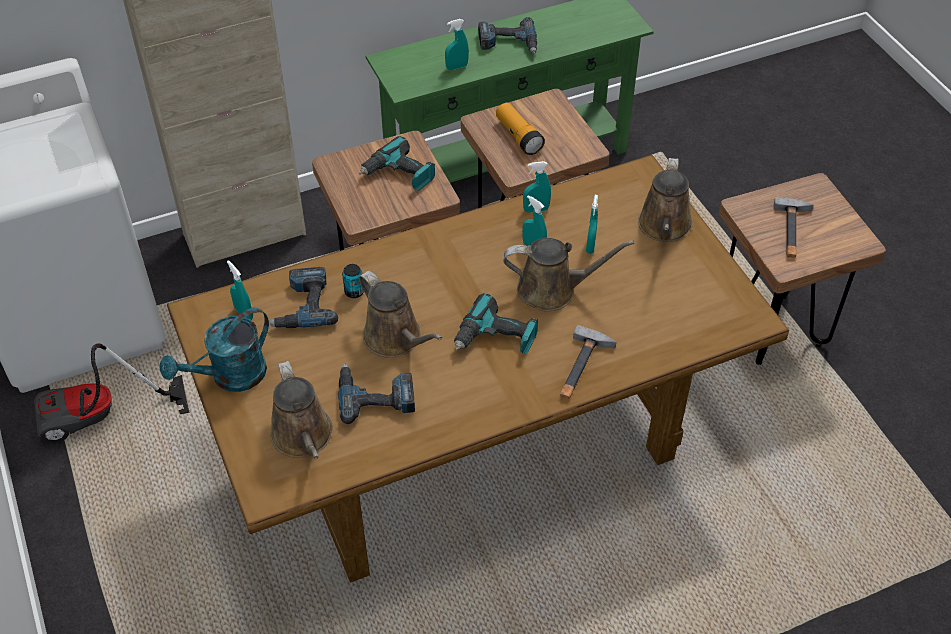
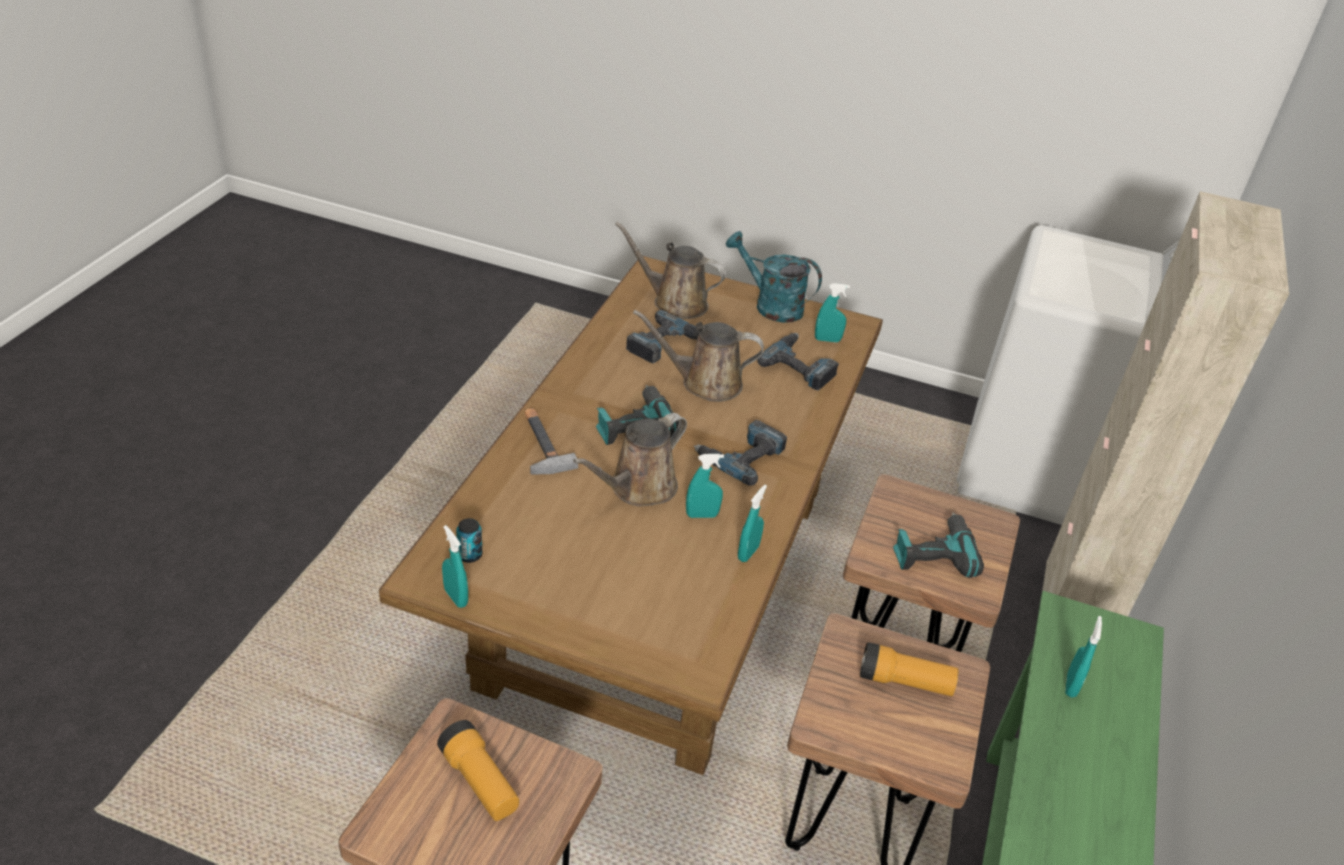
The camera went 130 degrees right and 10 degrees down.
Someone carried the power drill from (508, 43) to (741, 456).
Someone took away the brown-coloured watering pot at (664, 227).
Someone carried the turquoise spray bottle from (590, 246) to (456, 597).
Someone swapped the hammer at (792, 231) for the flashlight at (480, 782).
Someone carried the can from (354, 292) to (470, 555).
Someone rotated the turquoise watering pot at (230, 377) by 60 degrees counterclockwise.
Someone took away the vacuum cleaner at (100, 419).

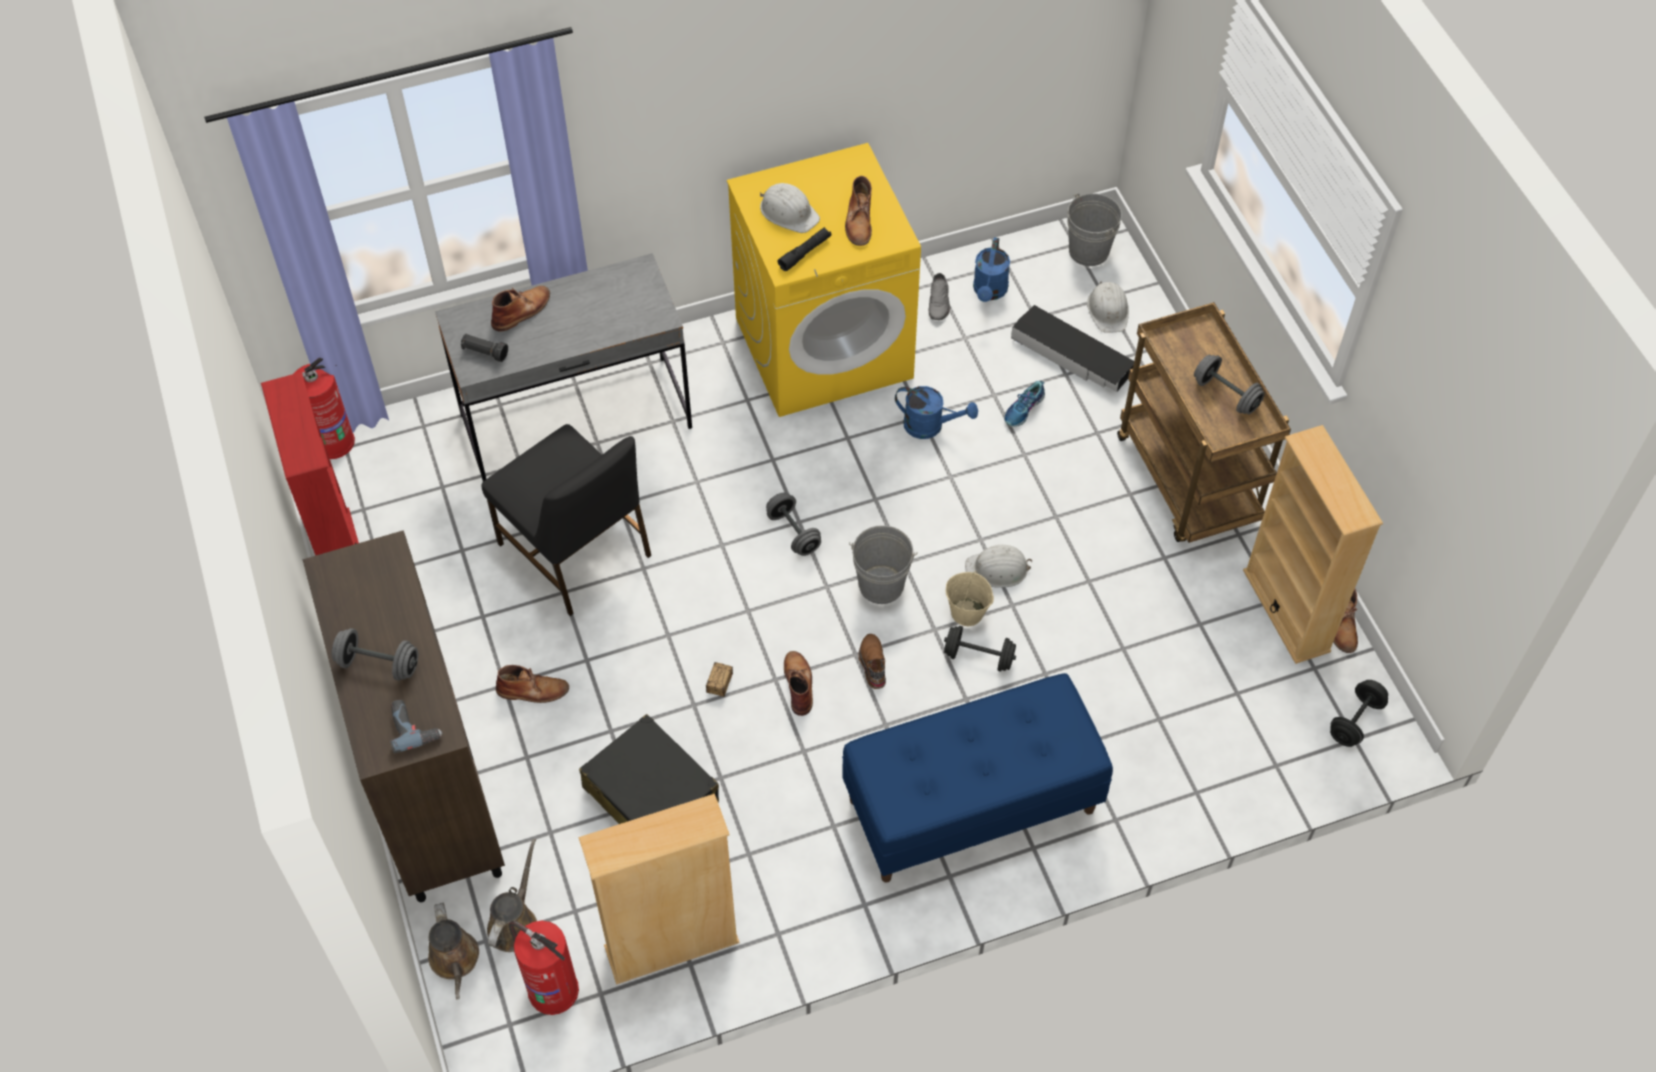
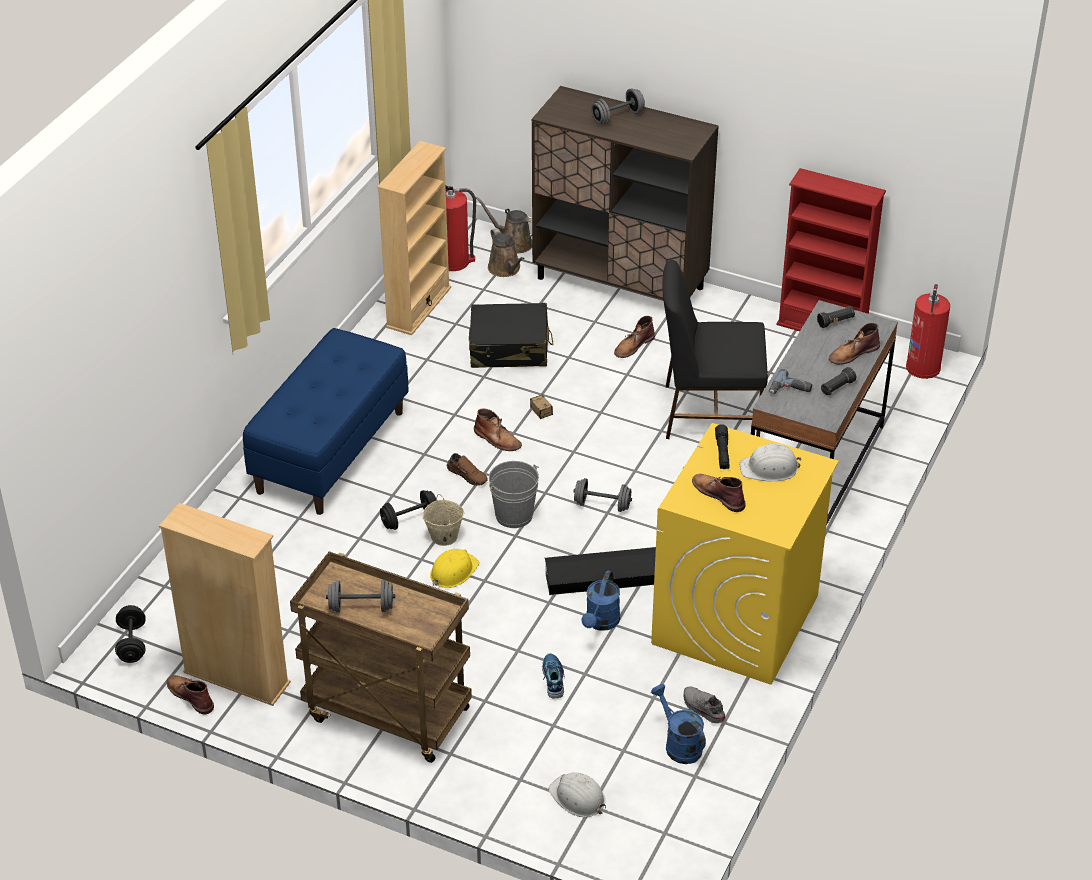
The camera went 135 degrees right and 15 degrees down.
Someone took away the greyish pail at (1088, 251).
Someone rotated the brown-coloured tall boot at (522, 310) by 60 degrees clockwise.
Someone carried the black-coloured storage container from (1072, 355) to (602, 576).
Someone rotated the blue watering pot at (930, 426) by 45 degrees counterclockwise.
Someone repainted the white hard hat at (997, 569), which became the yellow hard hat at (453, 571).
Someone carried the power drill from (414, 726) to (790, 390).
Someone put down the black-coloured flashlight at (837, 388).

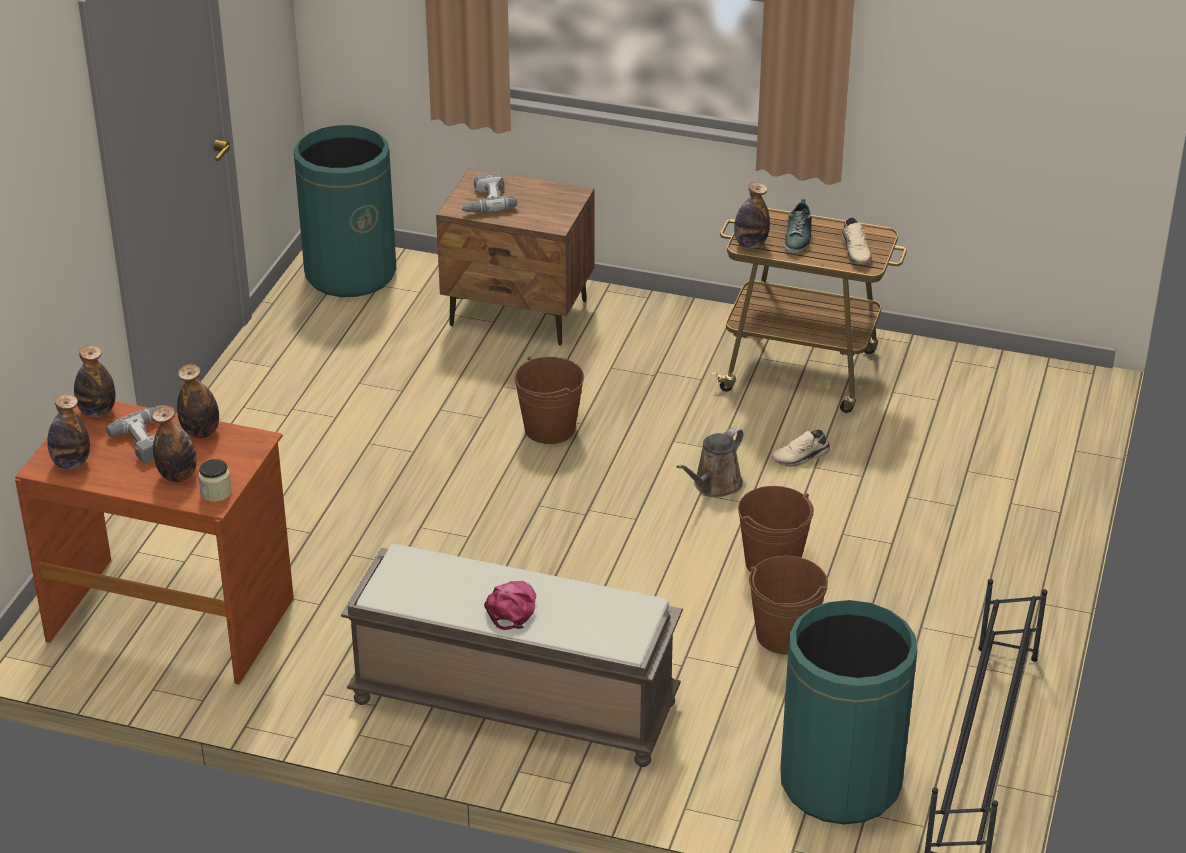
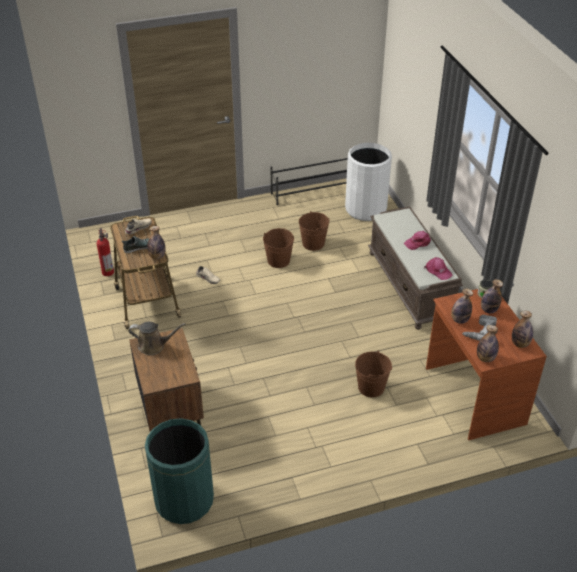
The camera went 125 degrees left and 5 degrees up.
Someone took away the power drill at (484, 201).
Someone carried the brown-coloured pail from (549, 429) to (371, 387).
Someone carried the brown-coloured watering pot from (714, 485) to (154, 346).
Someone repainted the green waste bin at (840, 783), which became the white waste bin at (366, 209).
Someone put down the fire extinguisher at (108, 271).
Someone put down the pink-coloured peaked cap at (438, 271).

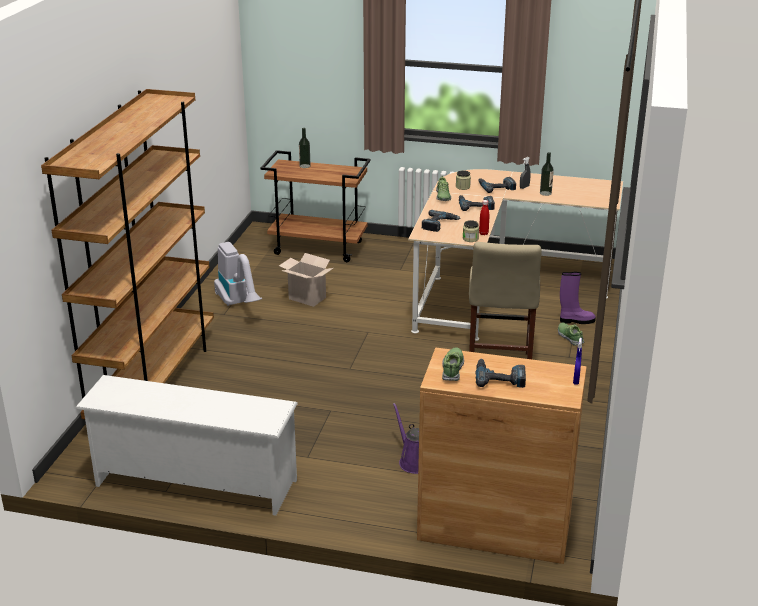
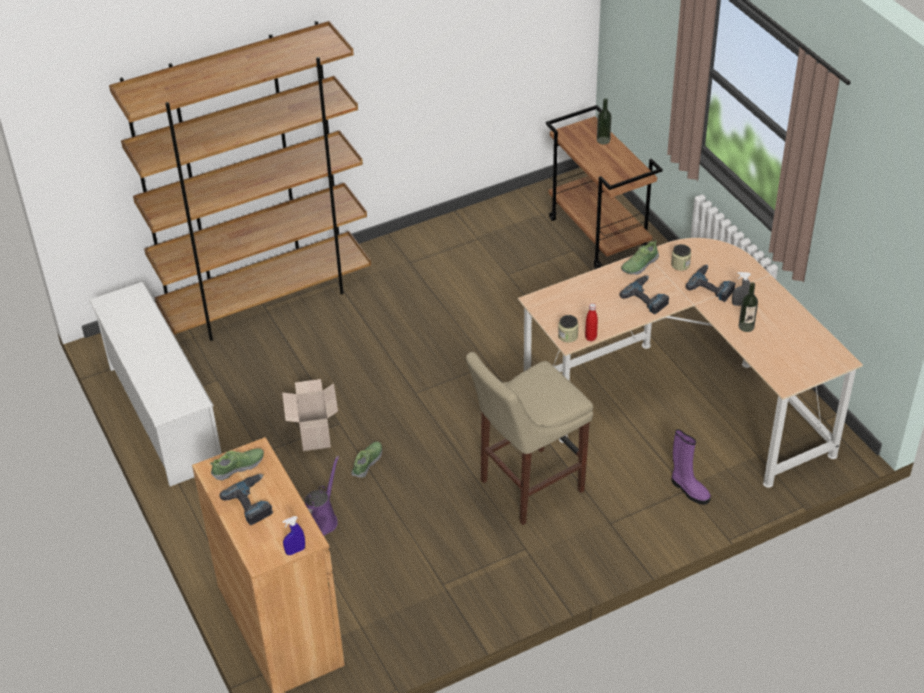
The camera went 50 degrees right and 15 degrees up.
Someone took away the power drill at (439, 224).
Someone took away the vacuum cleaner at (238, 303).
Someone carried the carton from (306, 298) to (313, 434).
Someone carried the low shoe from (570, 337) to (367, 463).

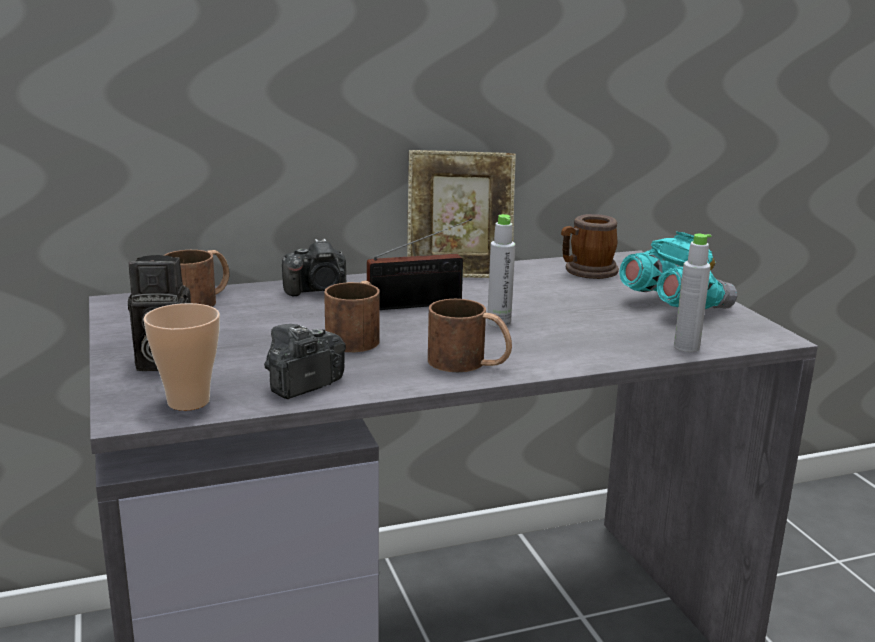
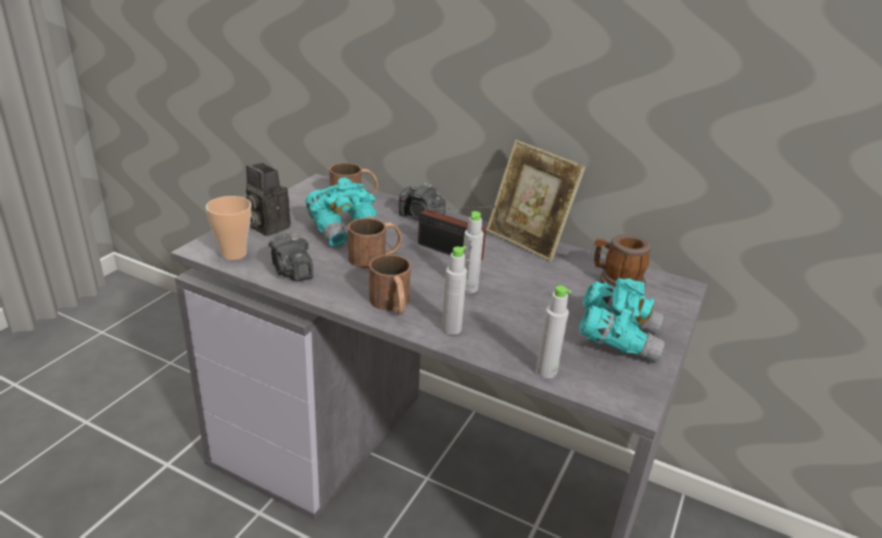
The camera went 45 degrees right and 10 degrees up.
Someone rotated the still camera at (302, 385) by 120 degrees counterclockwise.
Someone put down the turquoise field glasses at (345, 230).
Someone put down the greyish bottle at (451, 329).

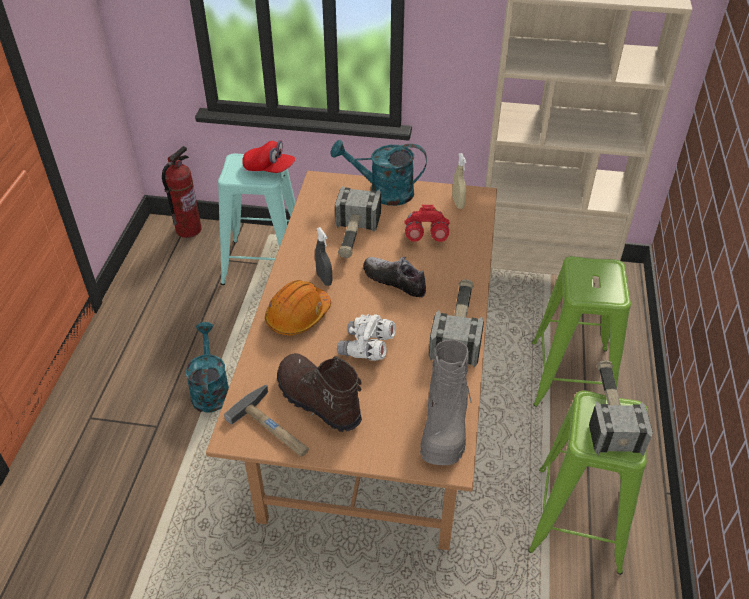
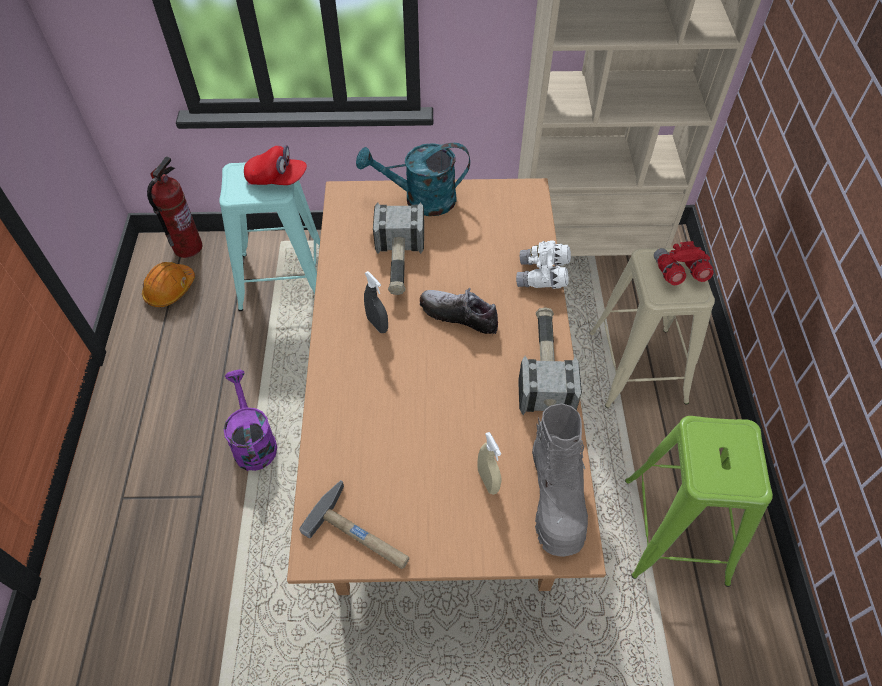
The camera went 10 degrees left and 10 degrees up.
Someone carried the beige-coloured spray bottle from (458, 203) to (488, 481).
Someone carried the red-coloured field glasses from (425, 235) to (678, 273).
Someone repainted the green stool seat at (571, 376), which became the beige-coloured stool seat at (637, 366).
Someone carried the orange hard hat from (298, 316) to (170, 290).
Someone carried the white field glasses from (367, 348) to (542, 276).
Someone repainted the turquoise watering pot at (210, 390), which became the purple-coloured watering pot at (253, 442).
Someone took away the brown-coloured tall boot at (317, 401).
Someone took away the hammer at (610, 413).

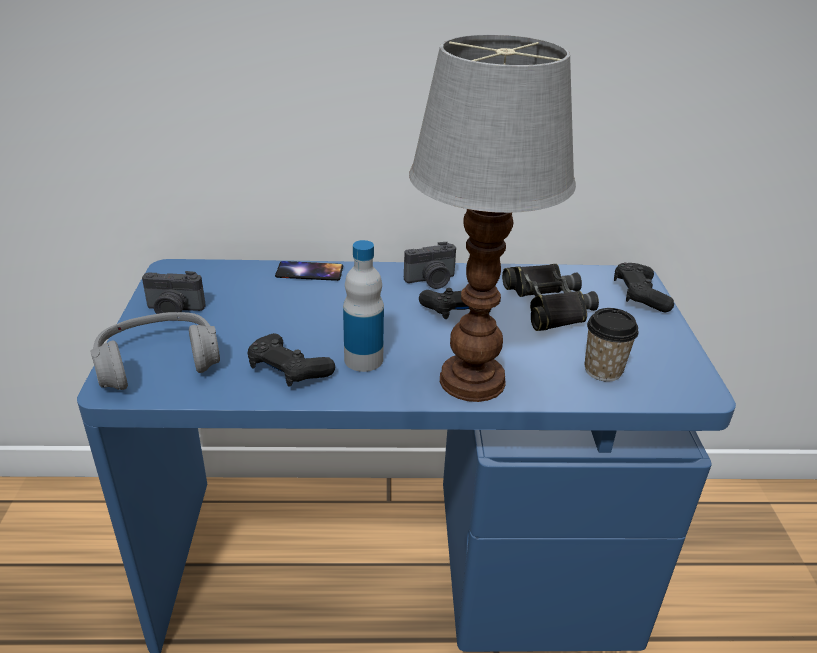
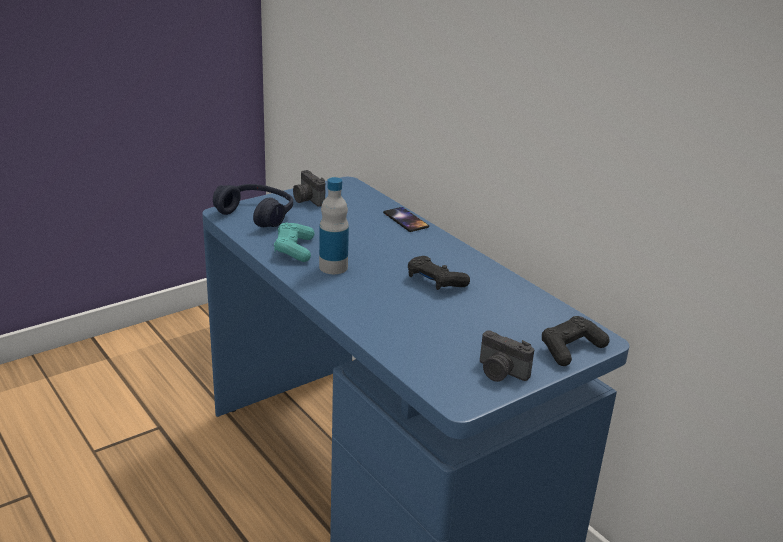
The camera went 55 degrees right and 5 degrees down.
Someone took away the lamp for a table at (469, 381).
Someone carried the still camera from (431, 281) to (500, 372).
Someone took away the black-coloured field glasses at (547, 304).
Someone took away the drinking cup at (603, 370).
Someone repainted the greyish headphones at (158, 363), which became the blue headphones at (256, 214).
Someone repainted the black-coloured joypad at (288, 370), which became the turquoise joypad at (294, 249).

